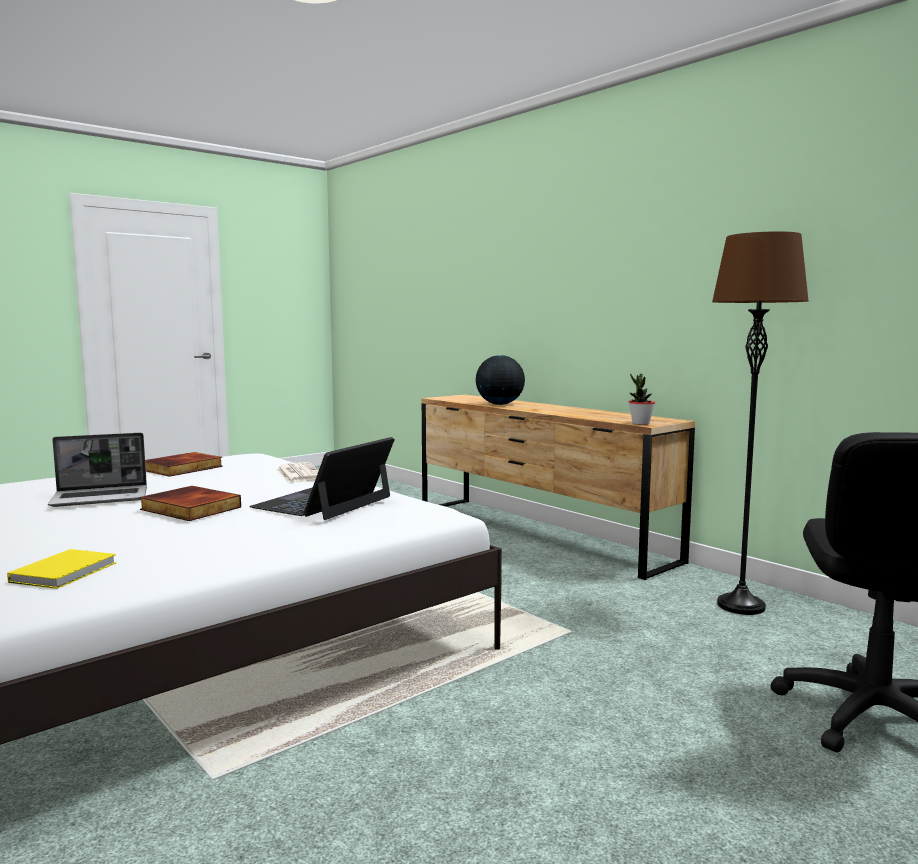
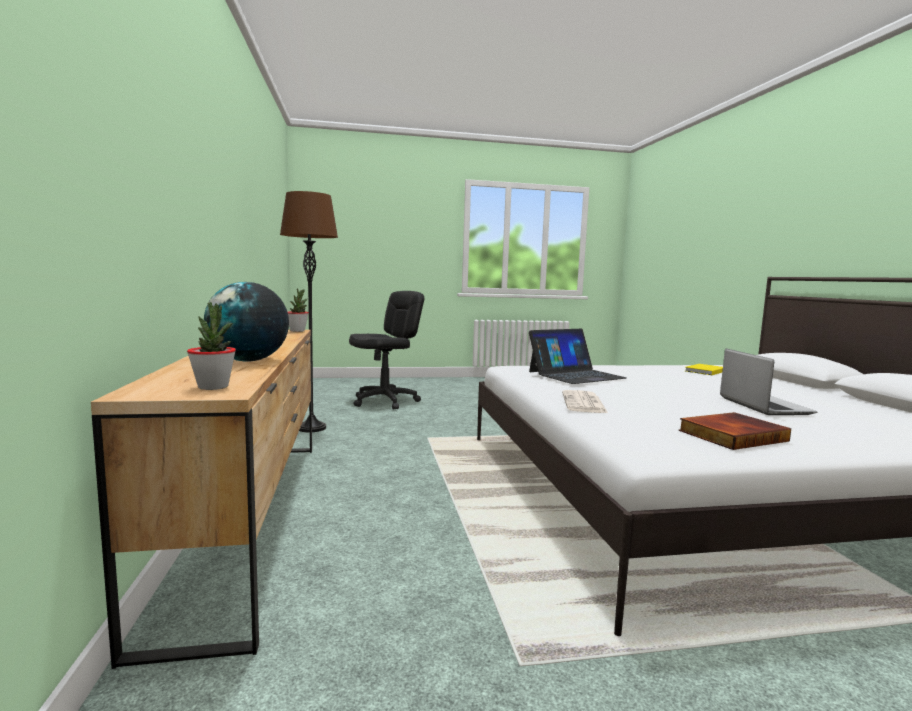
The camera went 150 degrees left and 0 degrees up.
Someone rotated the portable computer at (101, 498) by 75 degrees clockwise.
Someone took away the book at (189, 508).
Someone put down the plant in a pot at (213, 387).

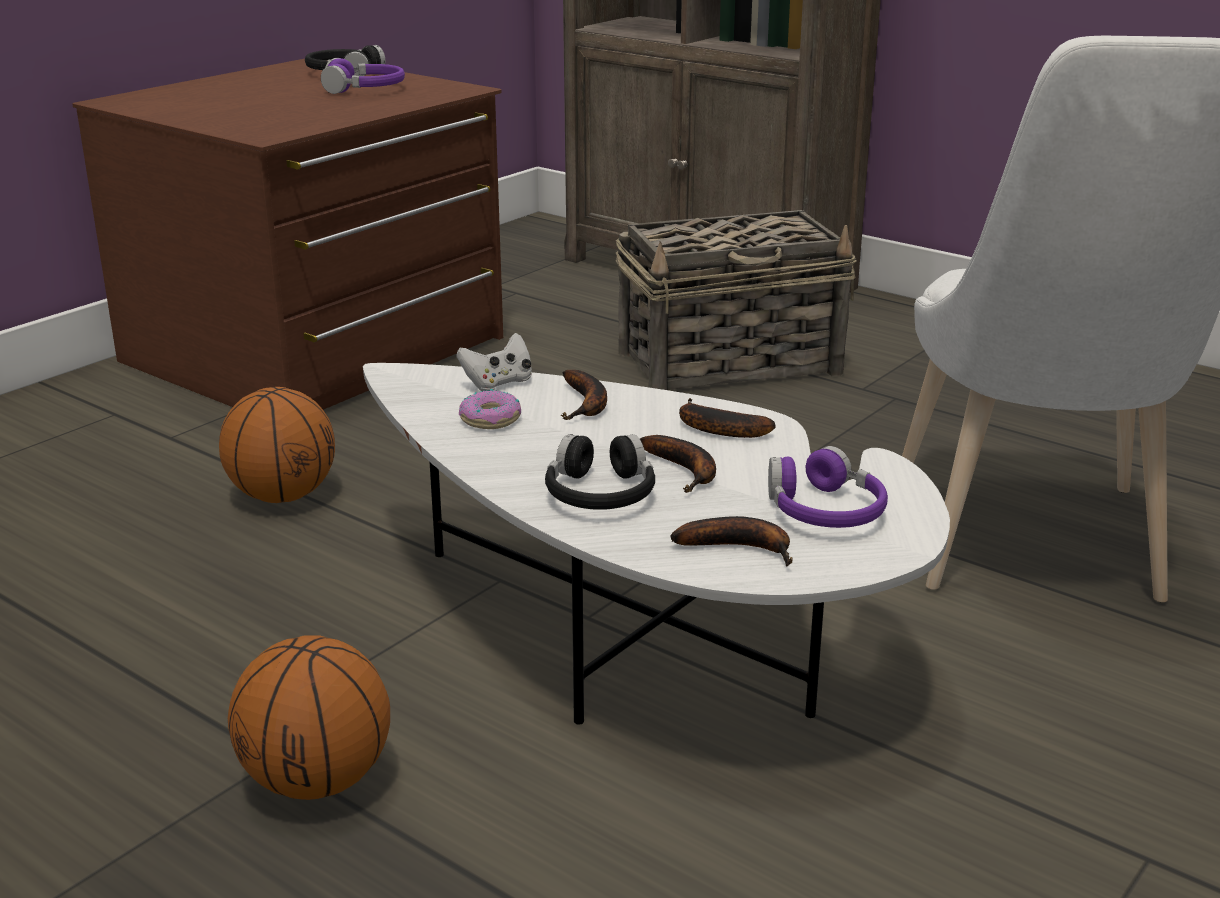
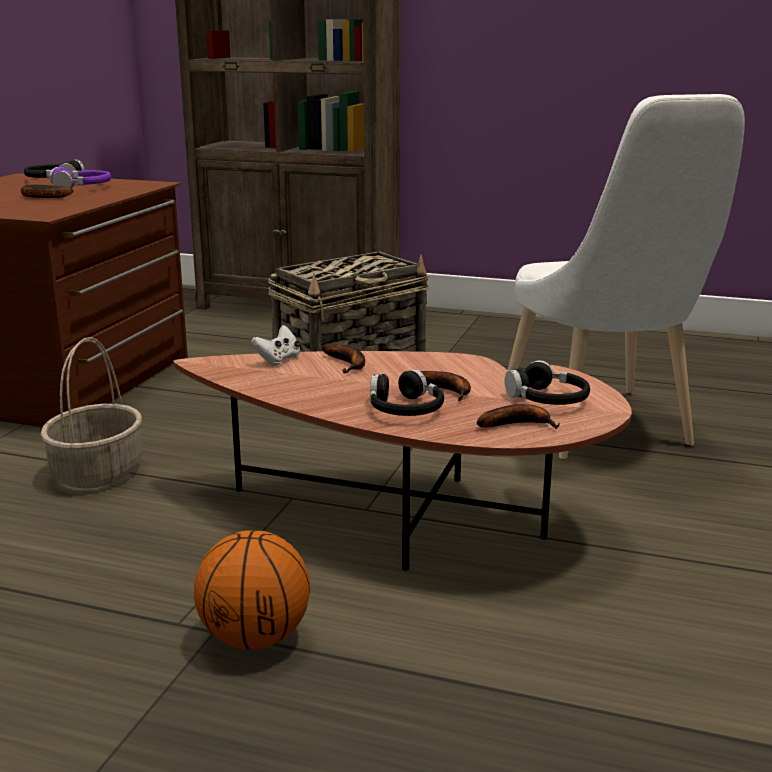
The camera went 20 degrees left and 5 degrees down.
Someone repainted the white lounge table at (639, 643), which became the brown-coloured lounge table at (410, 518).
Someone swapped the ball for basketball at (283, 496) for the household basket at (98, 472).
Someone took away the ring doughnut at (491, 419).
Someone carried the whole banana from (715, 429) to (41, 197).
Someone repainted the purple-coloured headphones at (824, 511), which became the black-coloured headphones at (547, 399).

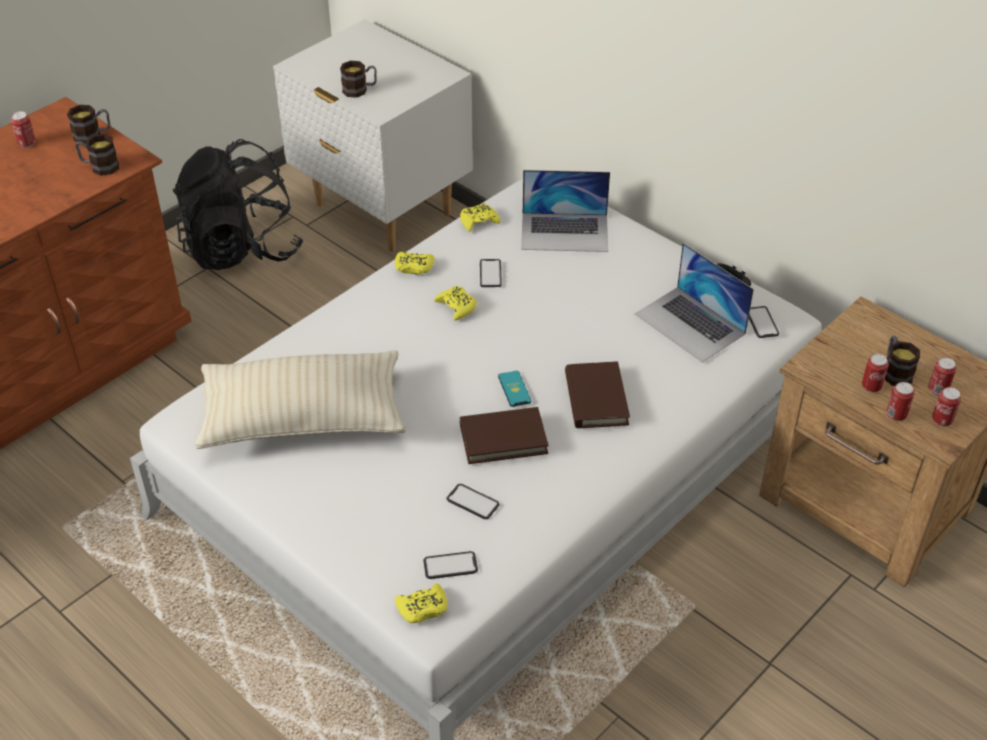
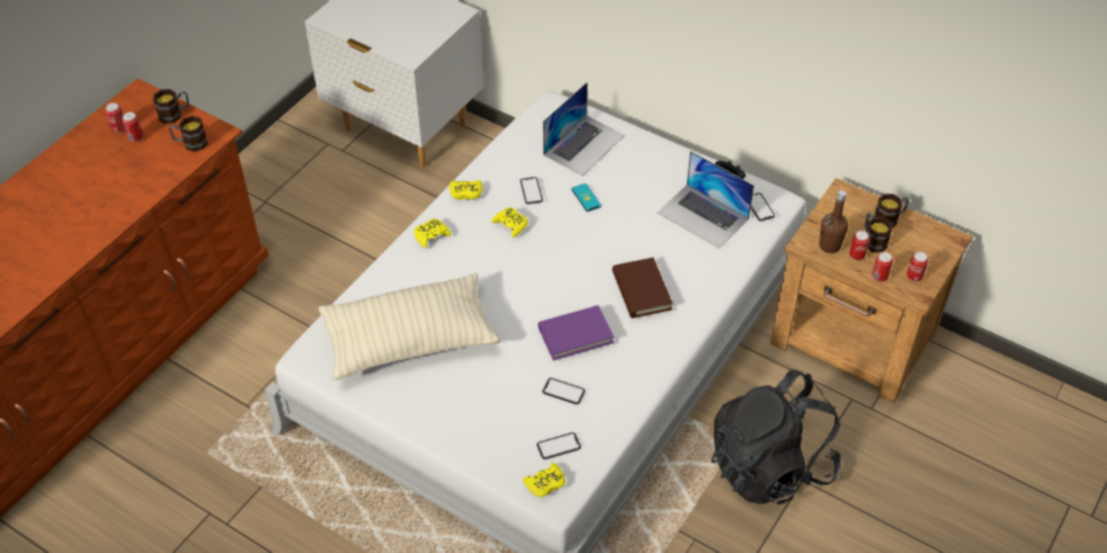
The camera went 10 degrees left and 5 degrees up.
Someone carried the coffee mug from (360, 90) to (890, 218).
Someone carried the black-coloured knapsack from (242, 249) to (770, 466).
Someone rotated the portable computer at (565, 232) by 45 degrees counterclockwise.
Someone carried the yellow joypad from (478, 221) to (431, 235).
Someone carried the can from (937, 390) to (136, 138).
Someone carried the handset from (514, 389) to (586, 198).
Someone repainted the brown-coloured book at (503, 438), which became the purple-coloured book at (575, 335).
Someone put down the brown-coloured bottle at (829, 246).

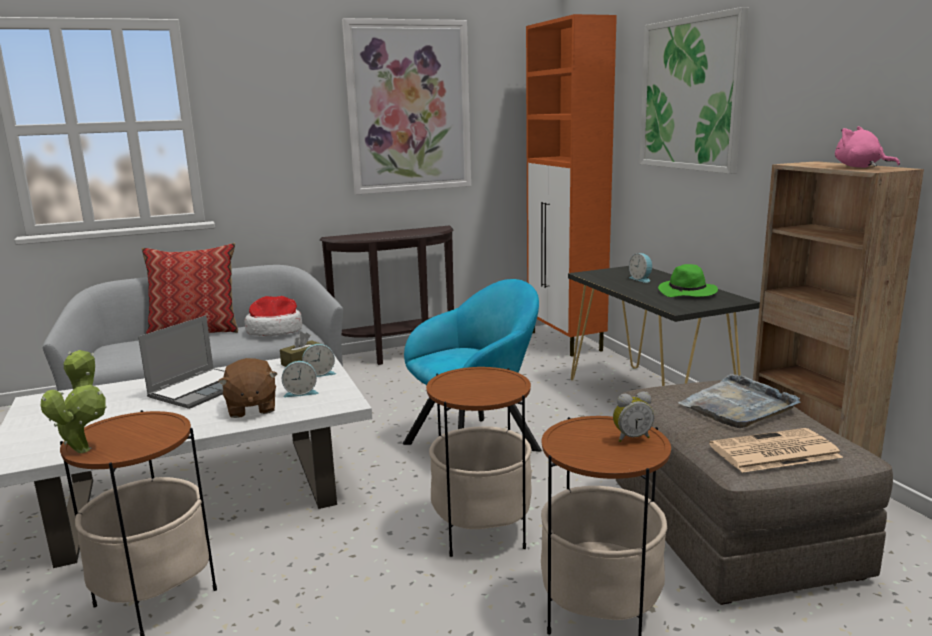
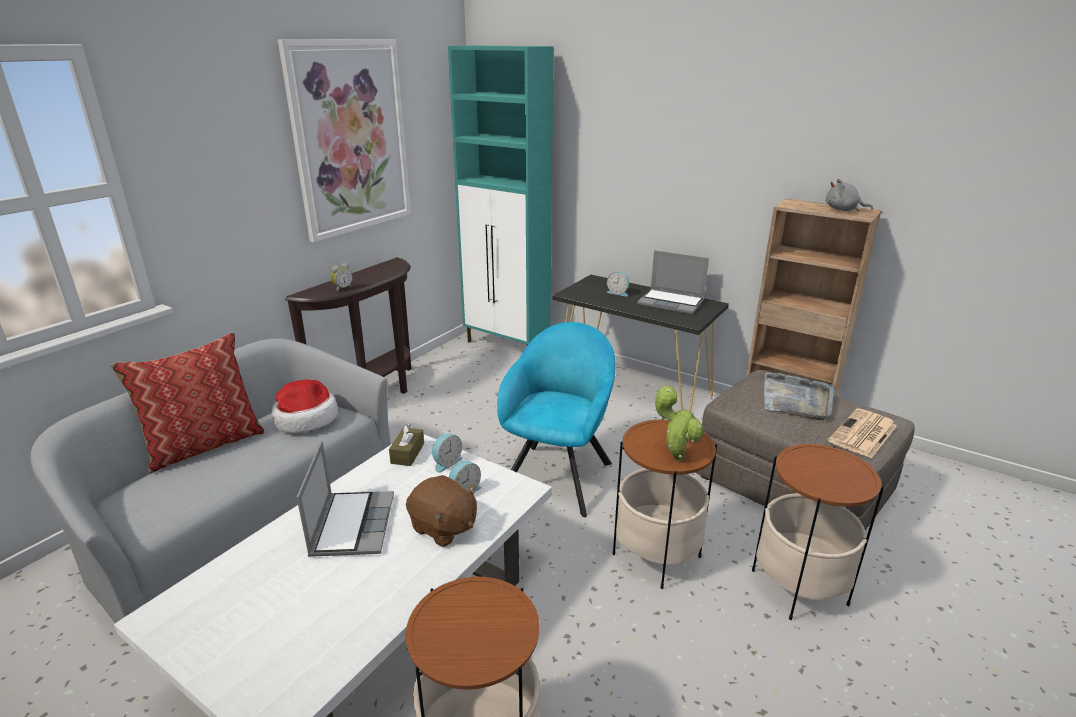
The camera went 35 degrees left and 10 degrees up.
Someone took away the picture at (691, 94).
Someone repainted the orange cupboard at (566, 342), which became the turquoise cupboard at (507, 345).
Someone repainted the pink-coloured plush toy at (860, 167), which became the greyish plush toy at (843, 210).
Someone swapped the green wearable hat at (687, 293) for the portable computer at (672, 303).
Someone carried the plant in a pot from (84, 448) to (675, 457).
Someone carried the table clock from (631, 437) to (342, 288).

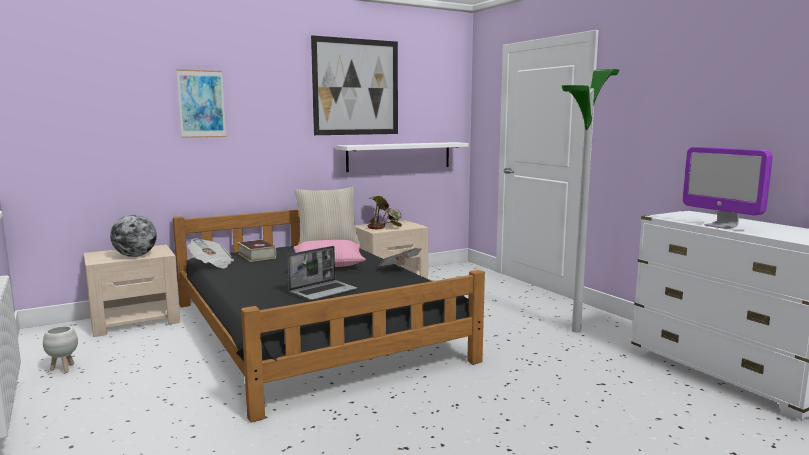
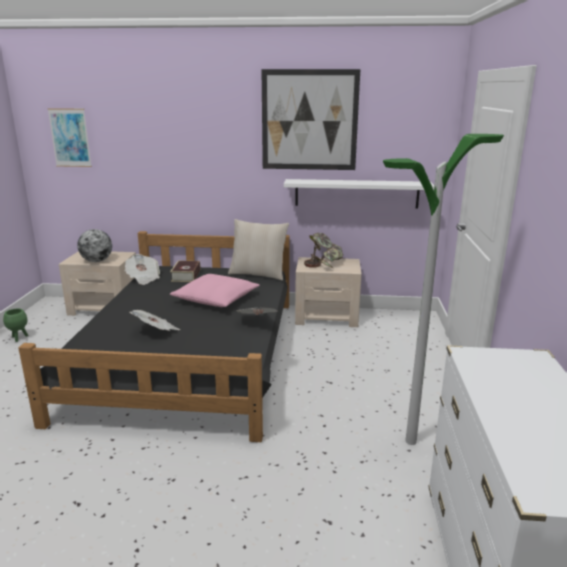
The camera went 35 degrees right and 10 degrees up.
Someone carried the picture from (201, 104) to (70, 138).
Someone took away the computer screen at (721, 226).
Someone swapped the portable computer at (323, 291) for the newspaper at (156, 332).
Someone repainted the white plant pot at (64, 369), which became the green plant pot at (19, 338).

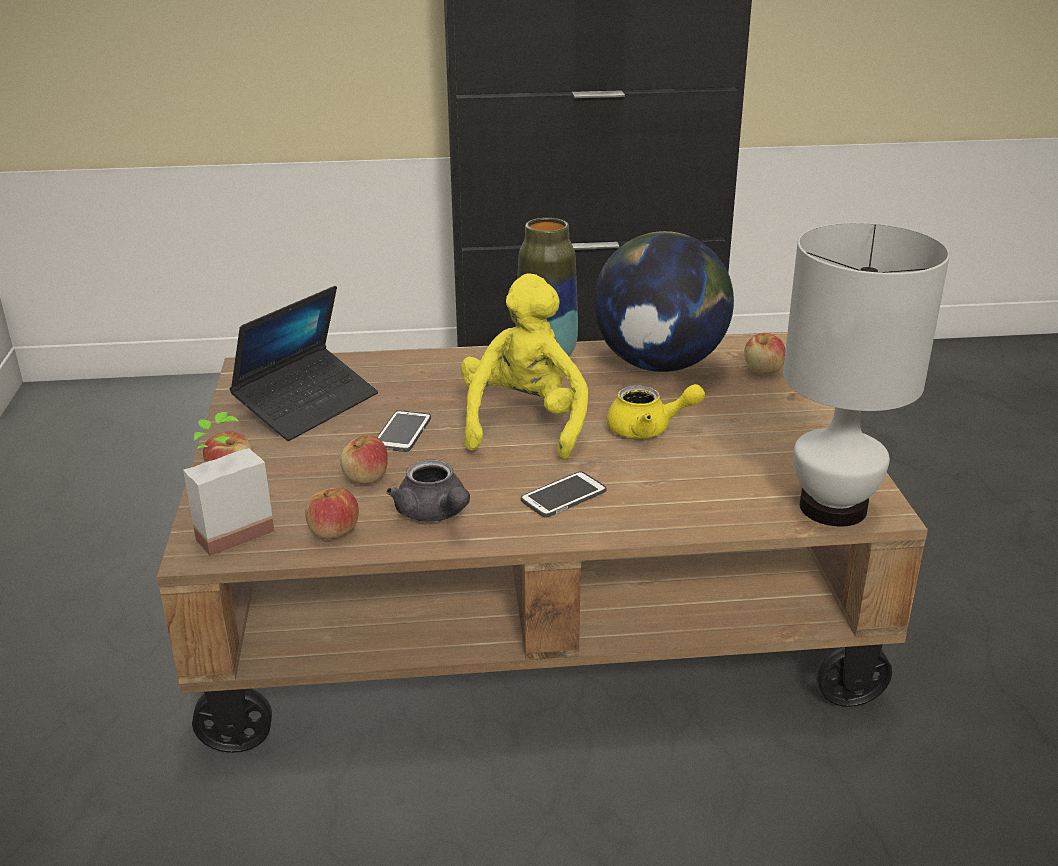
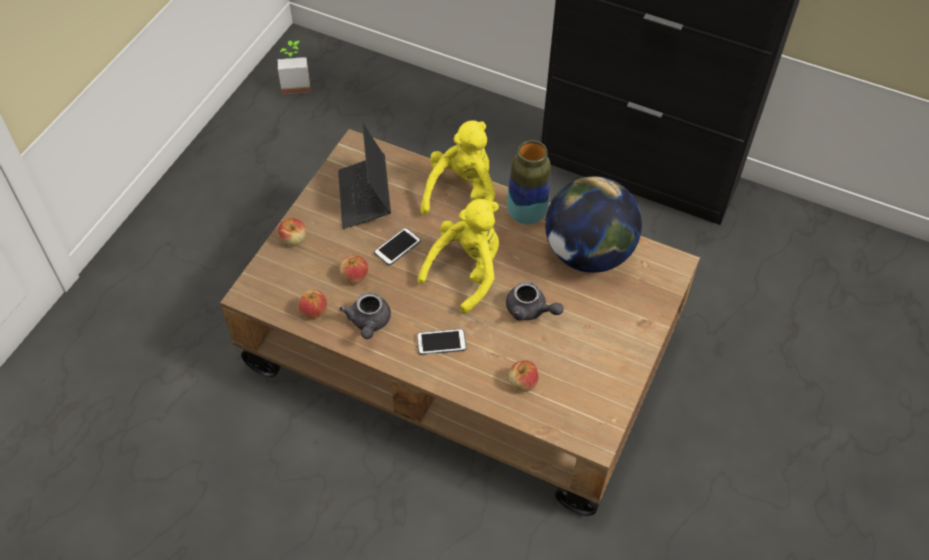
The camera went 30 degrees right and 25 degrees up.
Someone took away the white lamp for a table at (833, 508).
Someone rotated the portable computer at (307, 405) by 105 degrees clockwise.
Someone carried the whole apple from (763, 370) to (523, 383).
Someone repainted the yellow tea pot at (648, 429), which became the greyish tea pot at (530, 310).
Someone carried the plant in a pot from (229, 529) to (296, 83).
Someone put down the yellow plush toy at (462, 195).

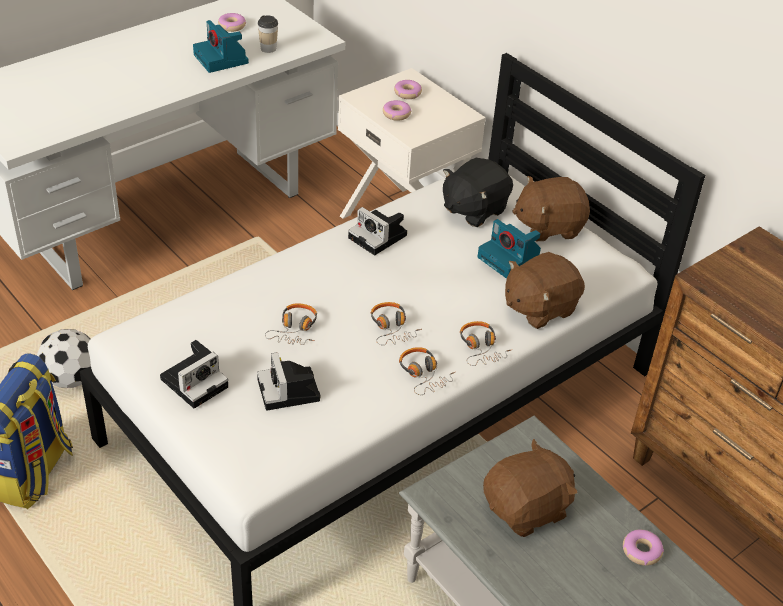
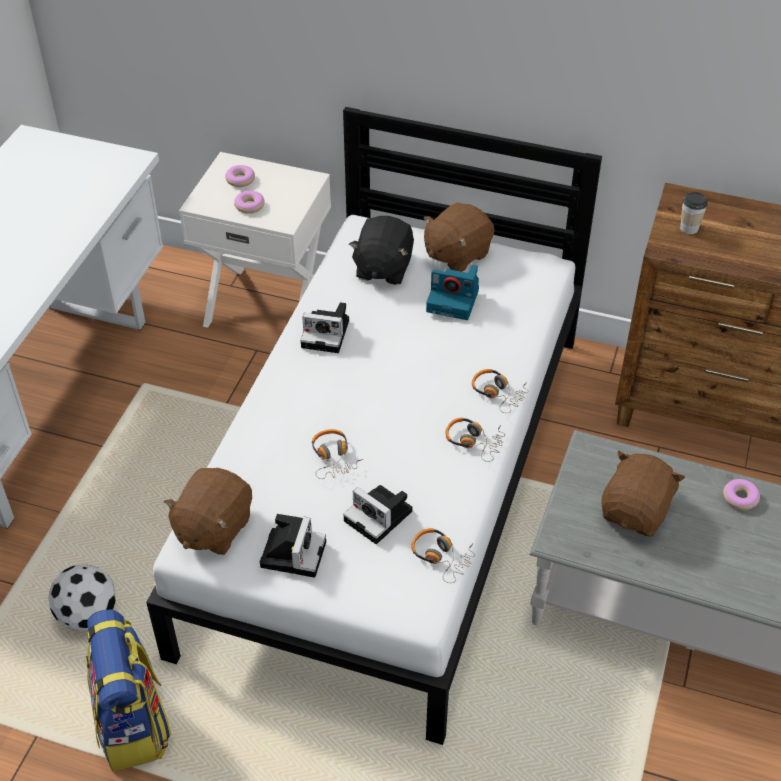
The camera went 30 degrees left and 5 degrees up.
Someone took away the ring doughnut at (232, 26).
Someone carried the drinking cup from (268, 48) to (689, 228).
Someone took away the still camera at (222, 59).
Someone carried the brown-coloured plush toy from (539, 308) to (213, 528).
Someone carried the headphones from (392, 328) to (441, 557).

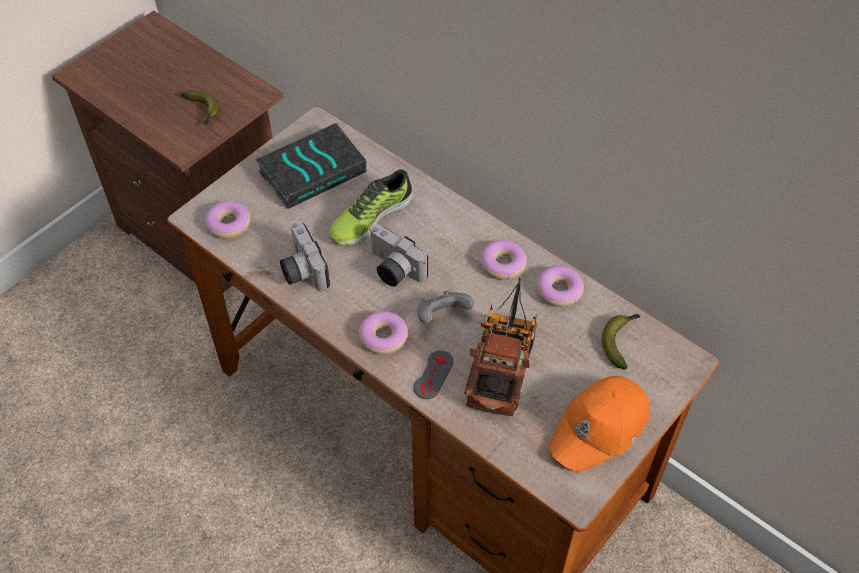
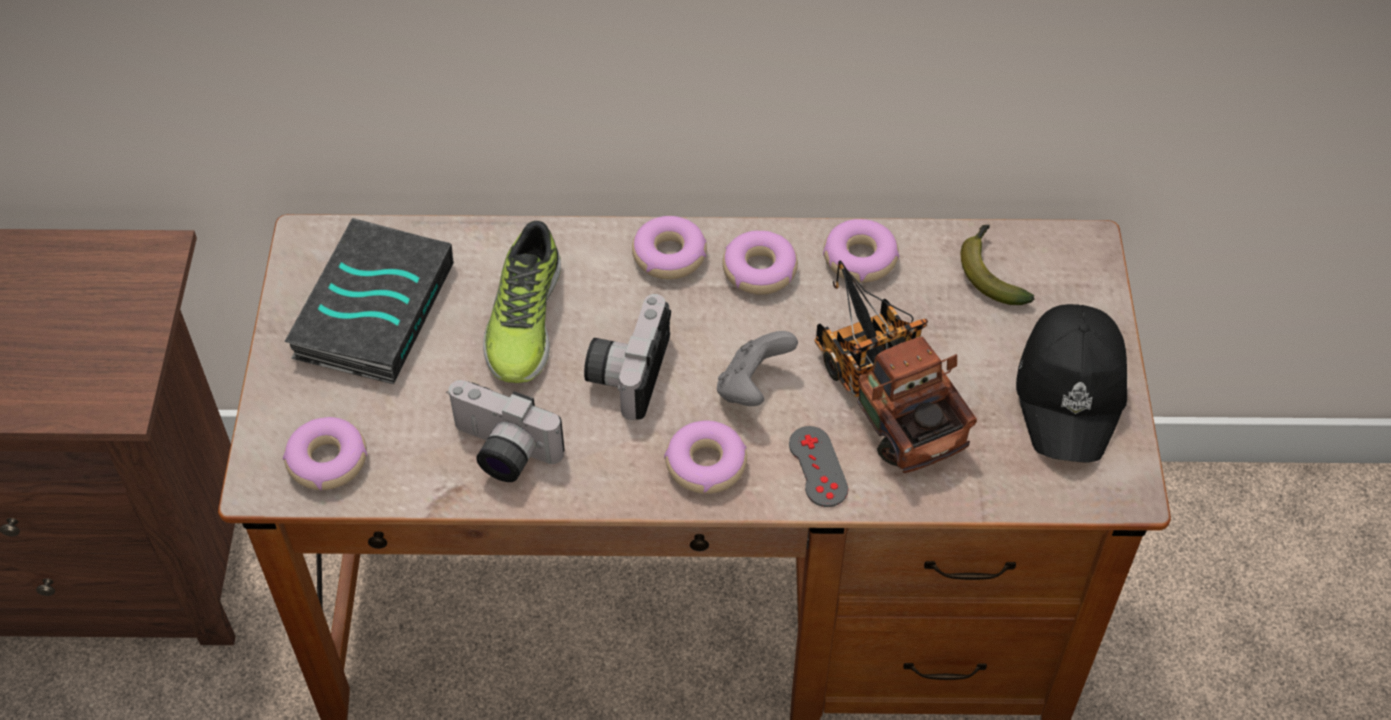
The camera went 40 degrees left and 0 degrees up.
Someone took away the whole banana at (203, 111).
Someone rotated the still camera at (392, 270) by 105 degrees clockwise.
Someone repainted the orange peaked cap at (600, 428), which became the black-coloured peaked cap at (1071, 391).
Someone put down the ring doughnut at (669, 255).

